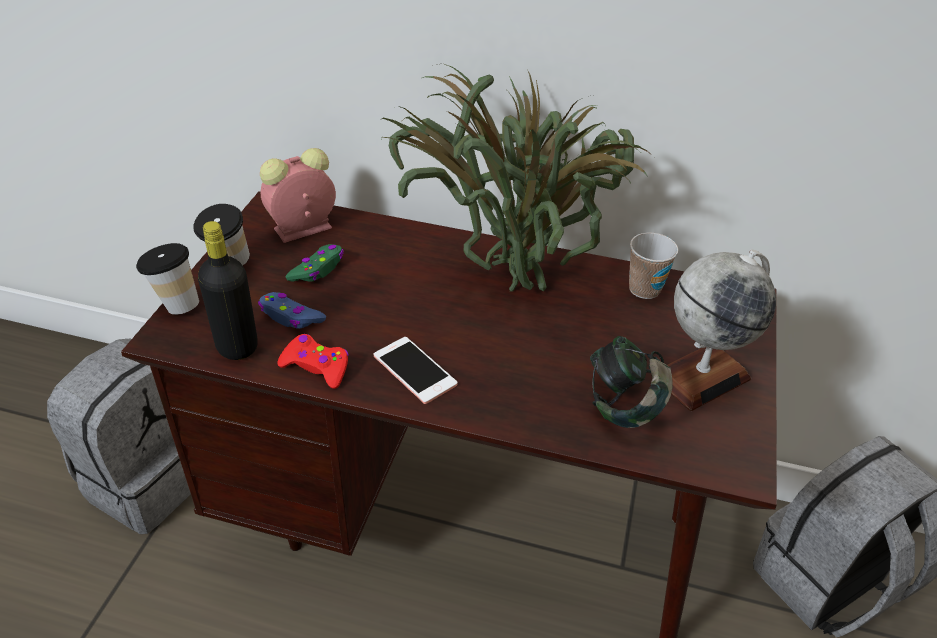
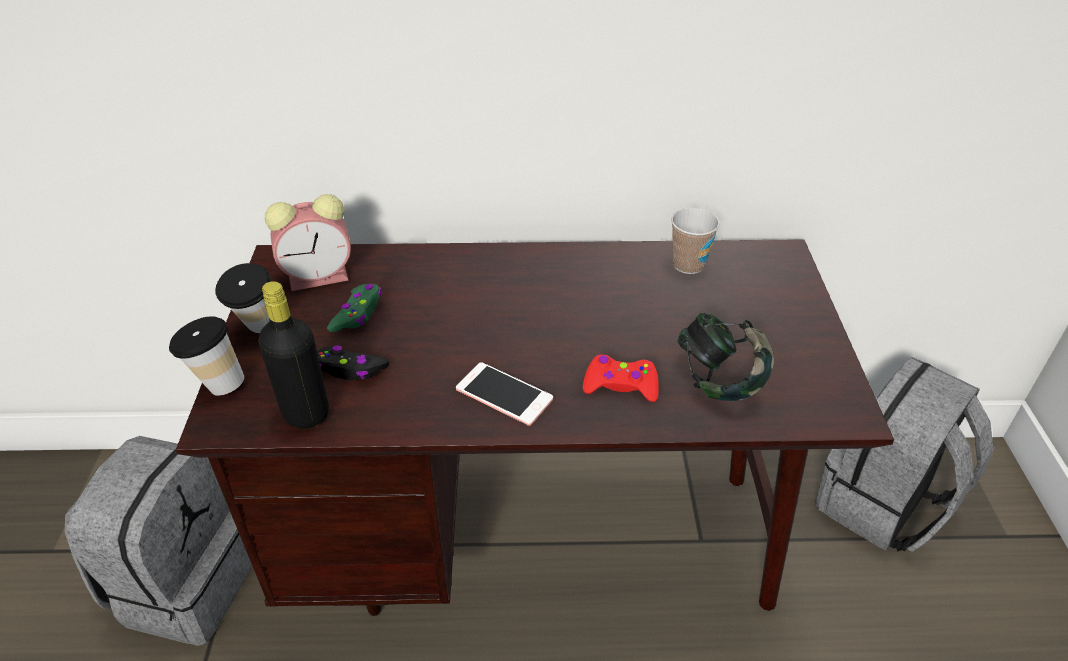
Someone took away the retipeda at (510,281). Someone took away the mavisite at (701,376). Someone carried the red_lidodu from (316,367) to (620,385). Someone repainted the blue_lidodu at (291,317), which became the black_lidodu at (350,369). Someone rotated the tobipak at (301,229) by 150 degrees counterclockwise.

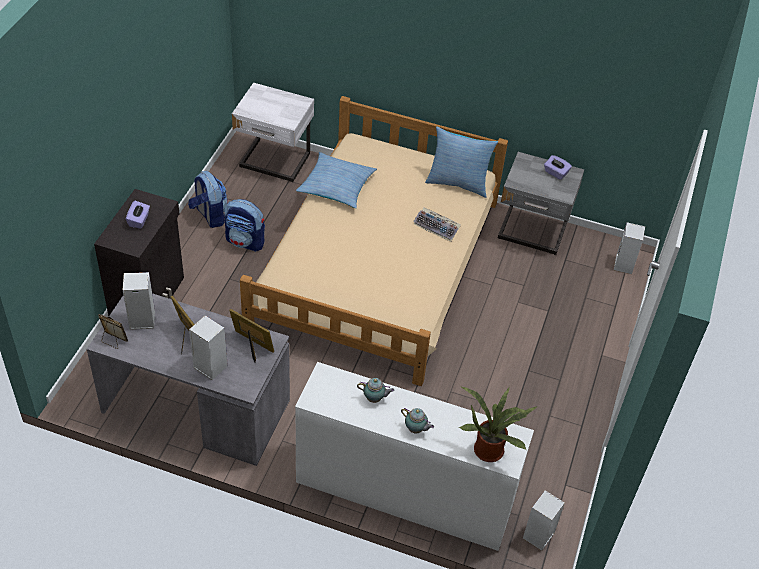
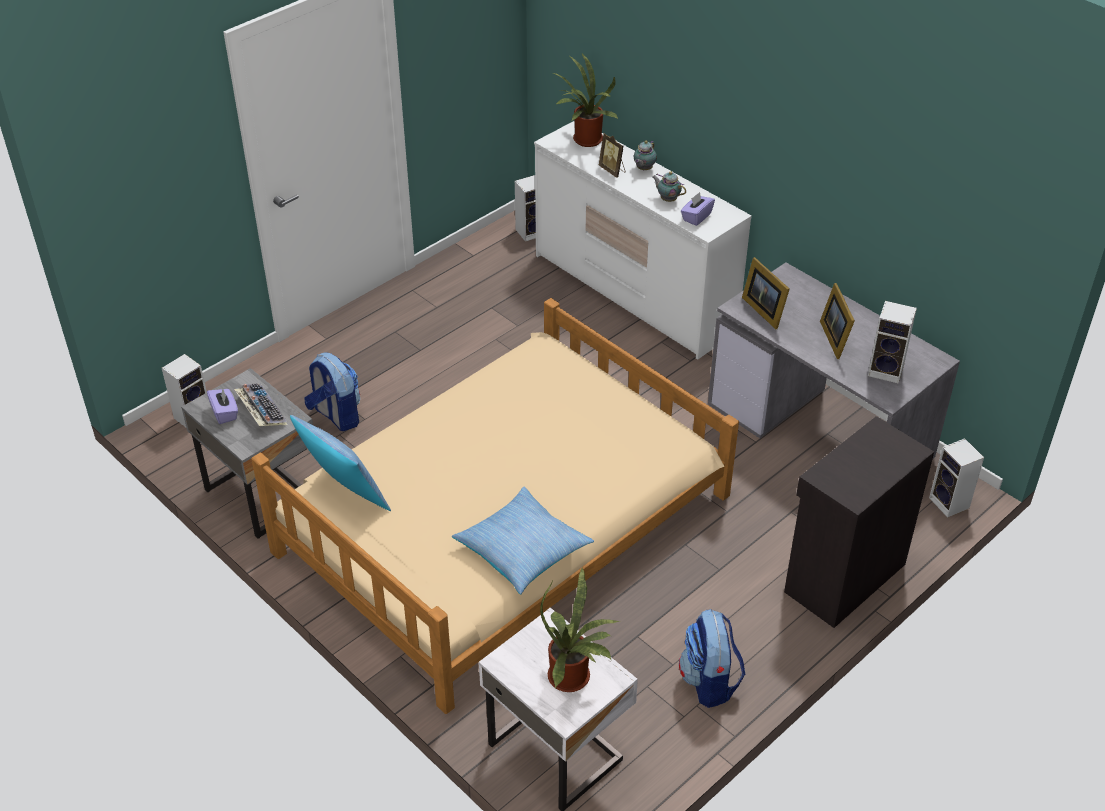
Someone put down the retipeda at (573,678). Someone carried the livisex from (113,341) to (613,170). Someone carried the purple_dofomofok from (139,220) to (696,217). Someone carried the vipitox from (209,366) to (950,504). Someone carried the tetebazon from (246,241) to (336,416). Someone carried the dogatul from (437,227) to (260,410). Someone rotated the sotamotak at (416,429) by 120 degrees counterclockwise.

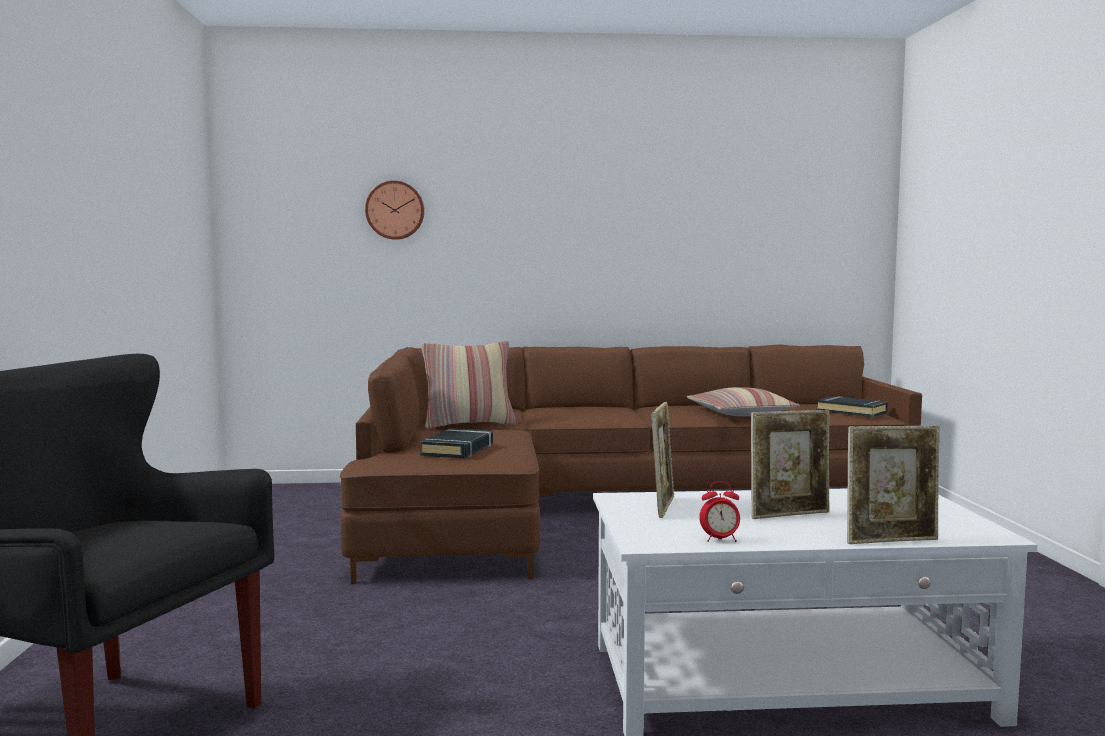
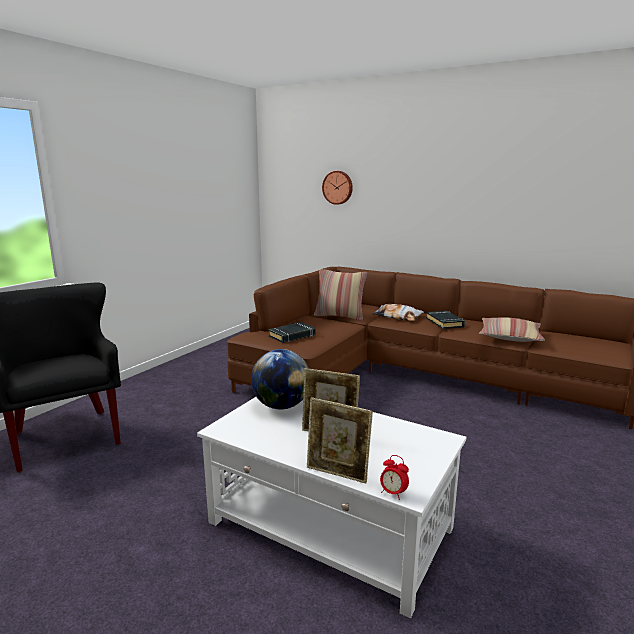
Someone put down the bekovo at (397,316). Someone carried the tobipak from (720,539) to (393,493). Someone carried the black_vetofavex from (852,411) to (445,322). Someone swapped the livisex at (662,507) for the mavisite at (281,406).

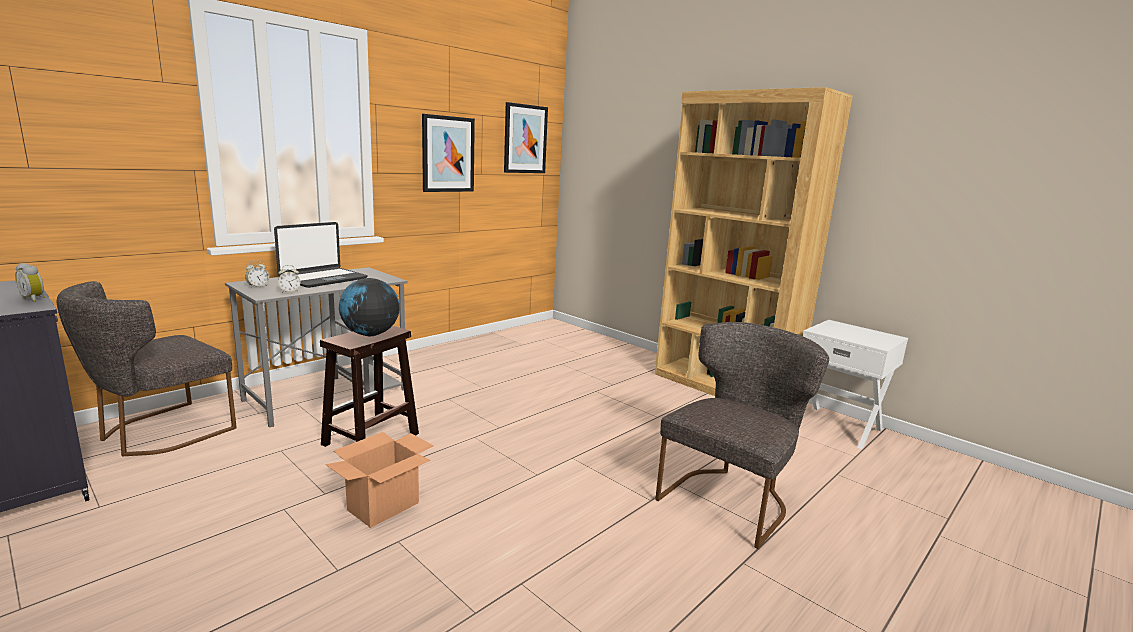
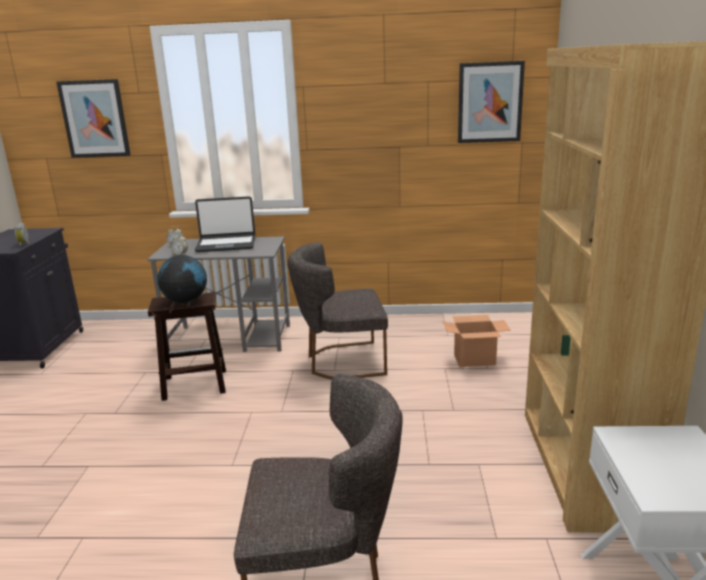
Someone carried the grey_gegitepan from (159,433) to (341,362). Someone carried the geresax from (383,506) to (475,360). Someone carried the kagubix from (448,154) to (95,119).

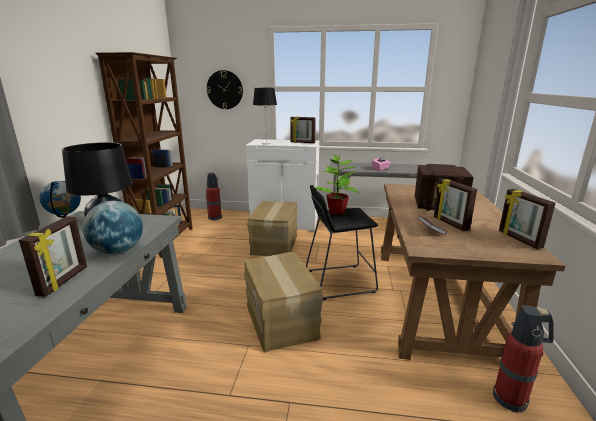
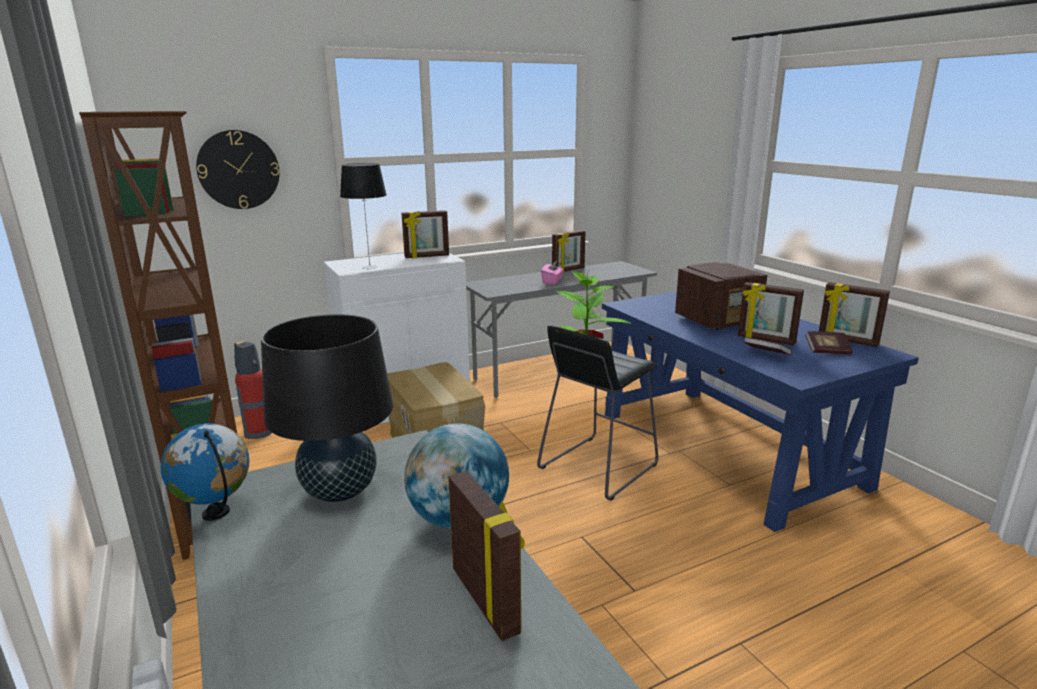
Someone took away the geresax at (282,320). Someone took away the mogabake at (511,399). Someone put down the livisex at (568,270). Someone put down the vetofavex at (827,351). Someone repainted the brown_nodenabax at (436,300), which became the blue_nodenabax at (726,448).

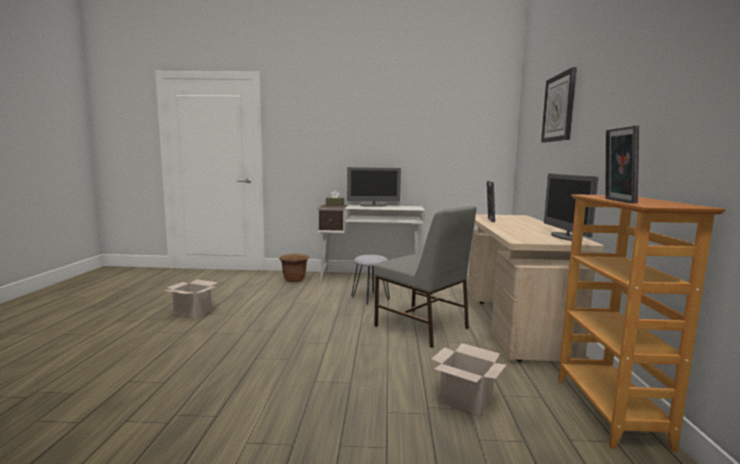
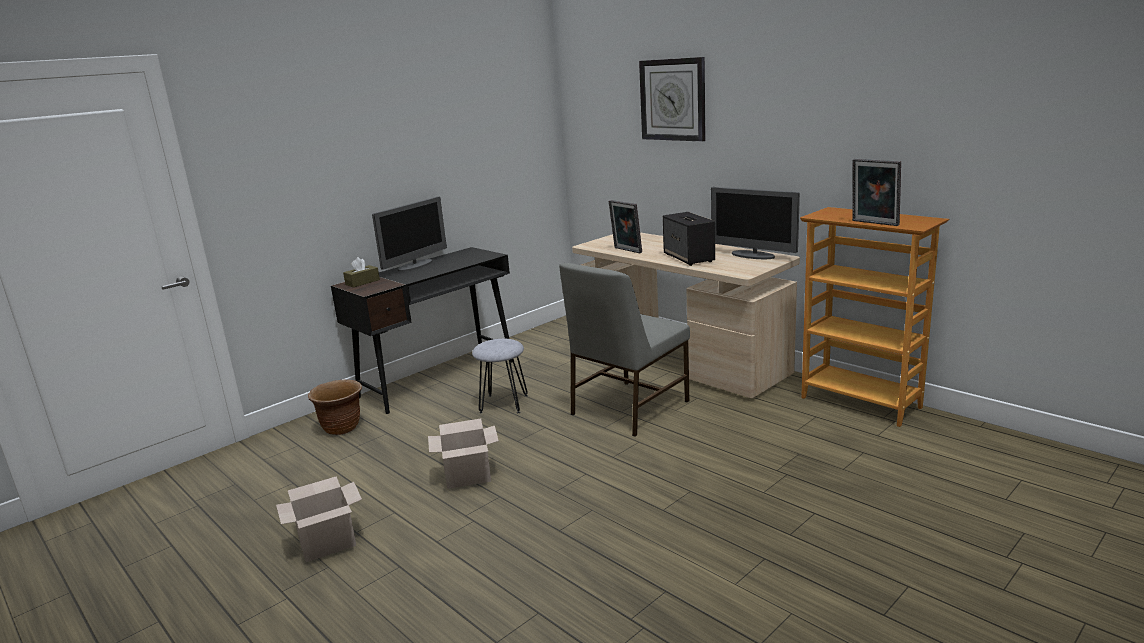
Someone put down the vipitox at (689,258). Someone carried the geresax from (464,400) to (466,476). Someone repainted the white_nodenabax at (370,278), which became the black_nodenabax at (439,378). Someone rotated the grey_gegitepan at (422,328) by 135 degrees clockwise.

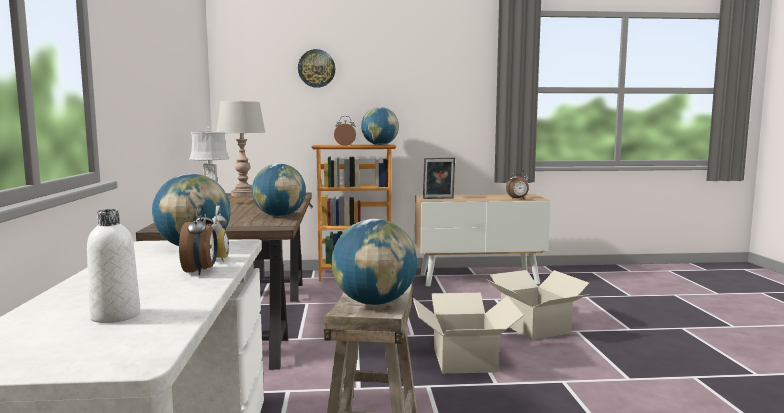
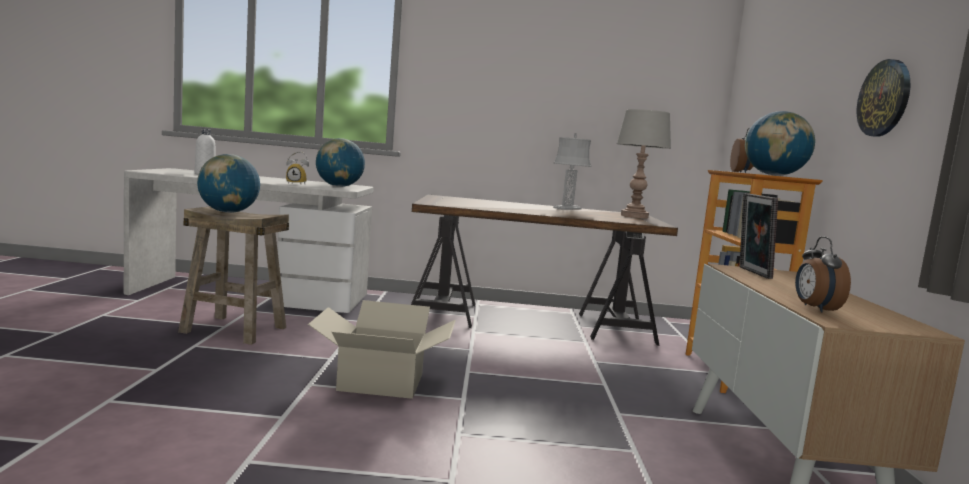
Someone took away the tobipak at (201,271). Someone took away the mavisite at (279,216). Someone took away the geresax at (535,327). Someone carried the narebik from (316,68) to (884,98).

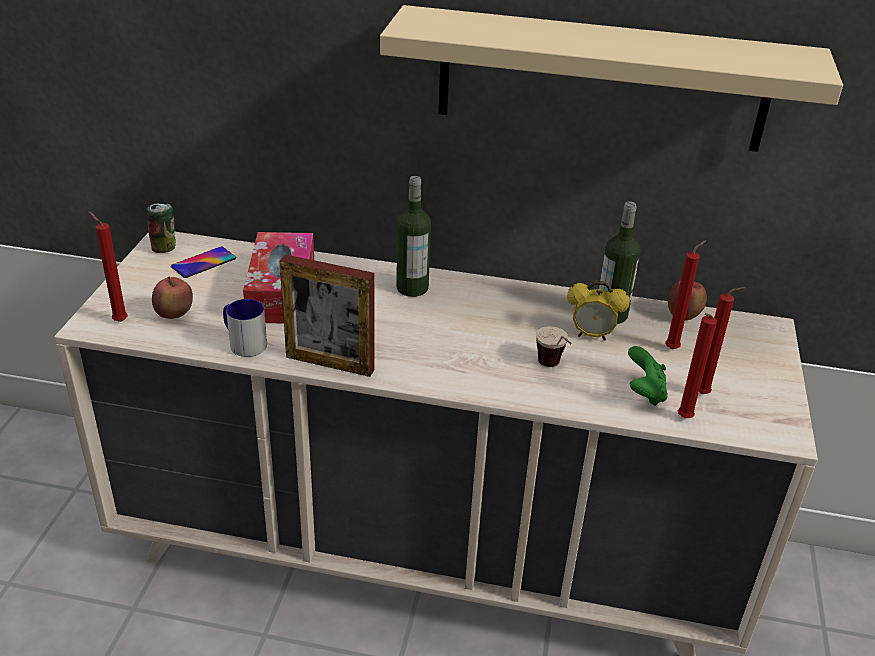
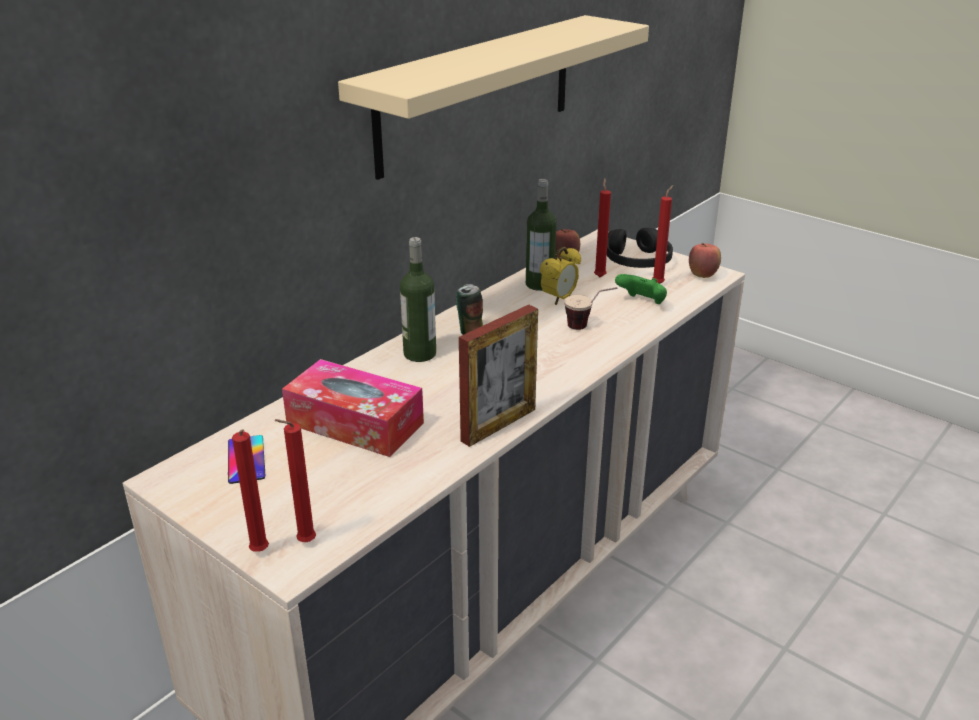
Someone took away the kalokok at (243,342). Someone put down the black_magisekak at (637,261). Someone carried the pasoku from (164,248) to (470,330). Someone carried the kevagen from (174,315) to (702,275). Someone carried the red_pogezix from (683,419) to (260,553).

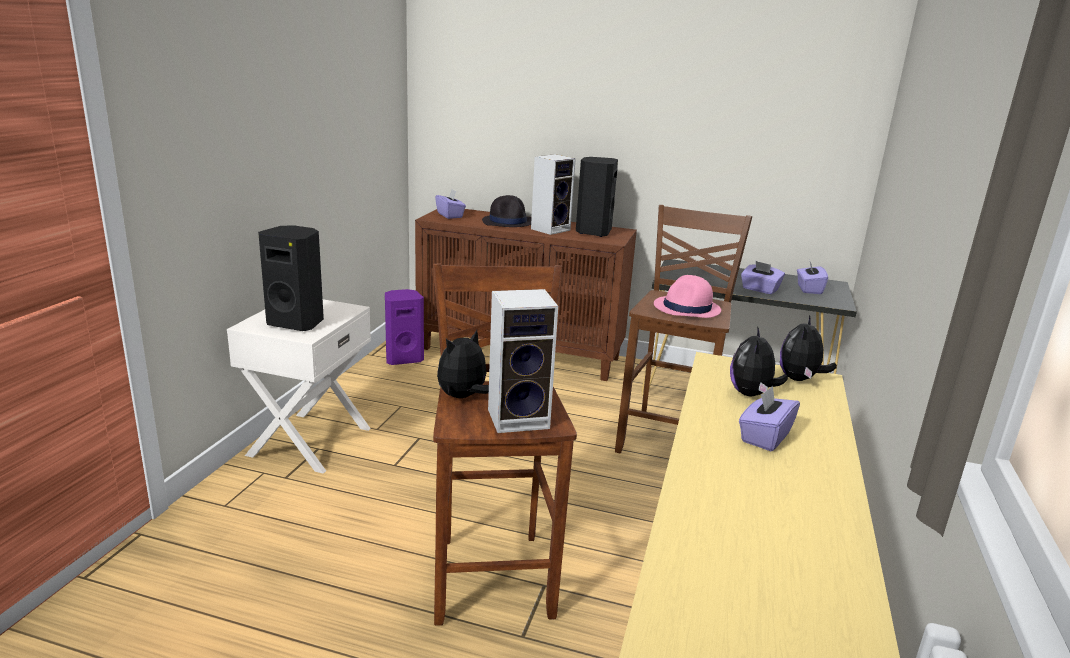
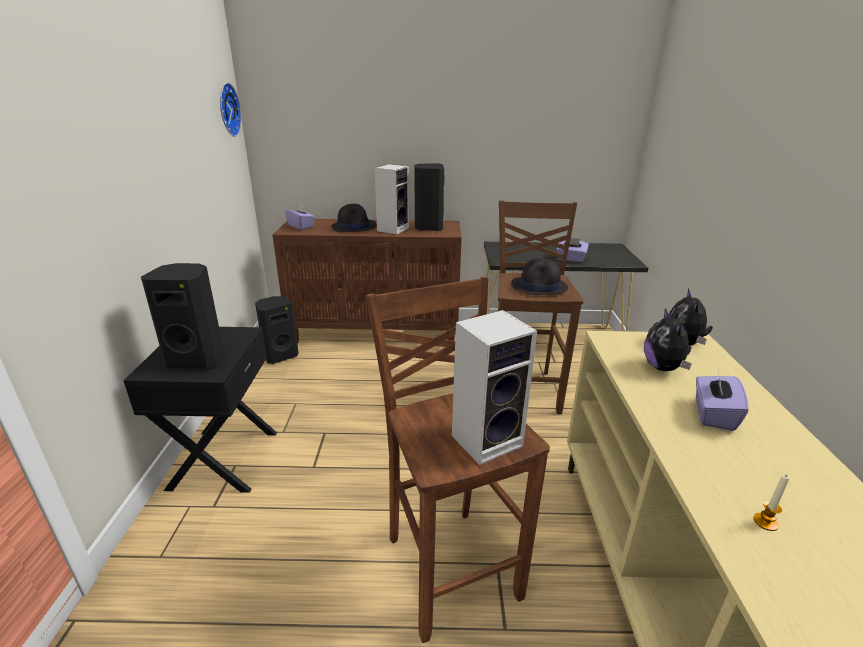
Someone took away the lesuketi at (463,397). Someone took away the purple_dofomofok at (808,289). Someone put up the narebik at (227,110). Someone put down the pogezix at (765,522). Someone repainted the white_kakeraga at (308,441), which became the black_kakeraga at (223,459). Someone repainted the purple_vipitox at (403,358), which became the black_vipitox at (280,355). Someone repainted the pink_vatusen at (687,308), which became the black_vatusen at (539,286).

